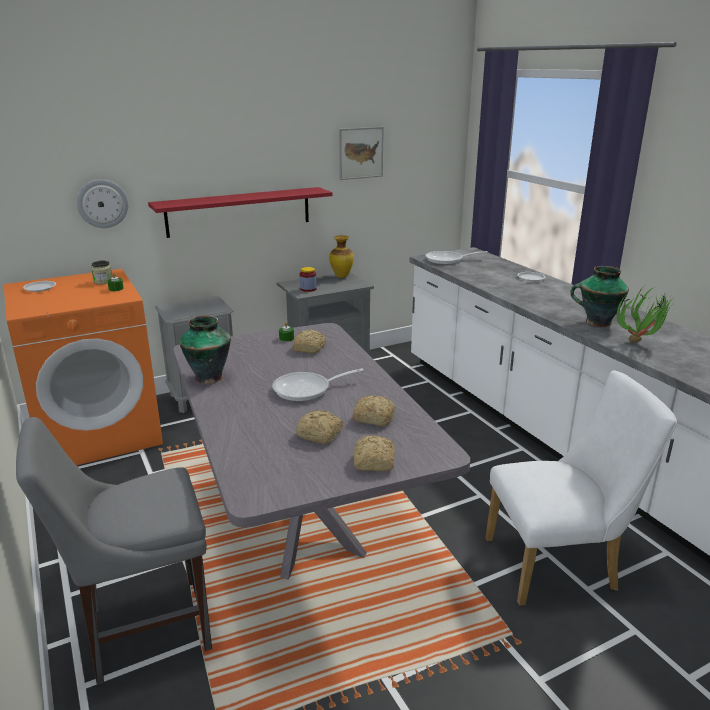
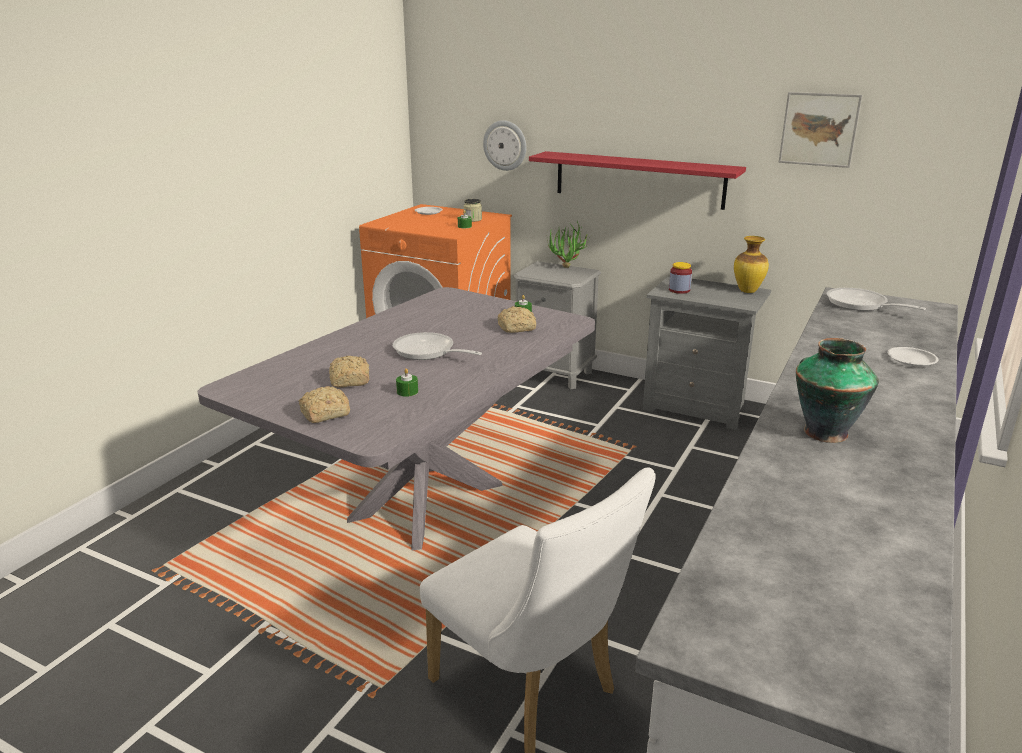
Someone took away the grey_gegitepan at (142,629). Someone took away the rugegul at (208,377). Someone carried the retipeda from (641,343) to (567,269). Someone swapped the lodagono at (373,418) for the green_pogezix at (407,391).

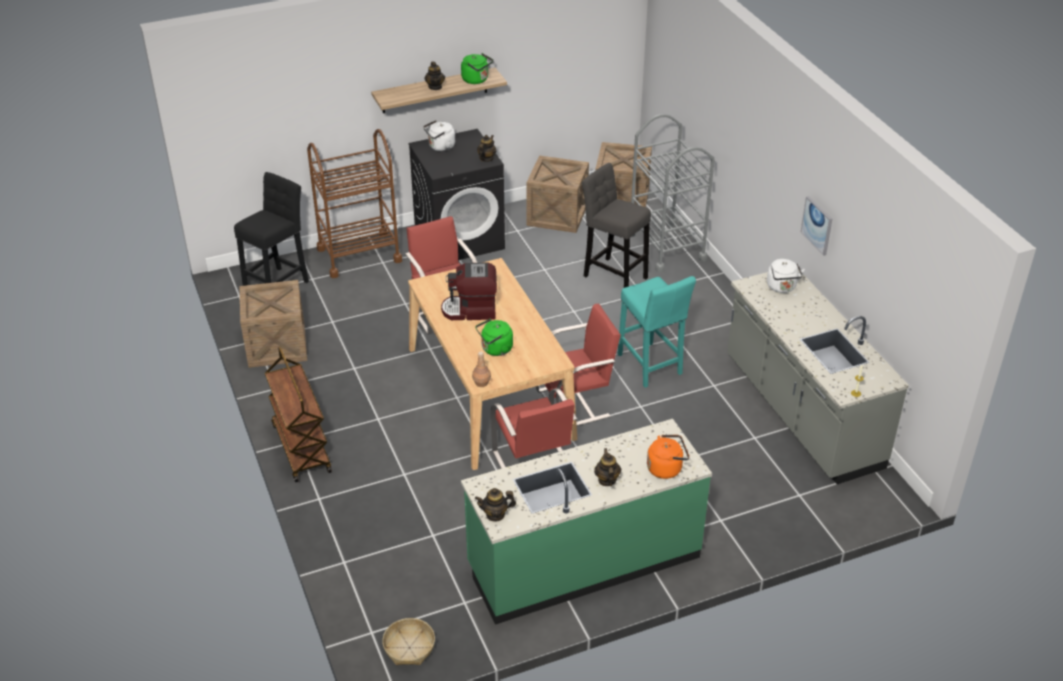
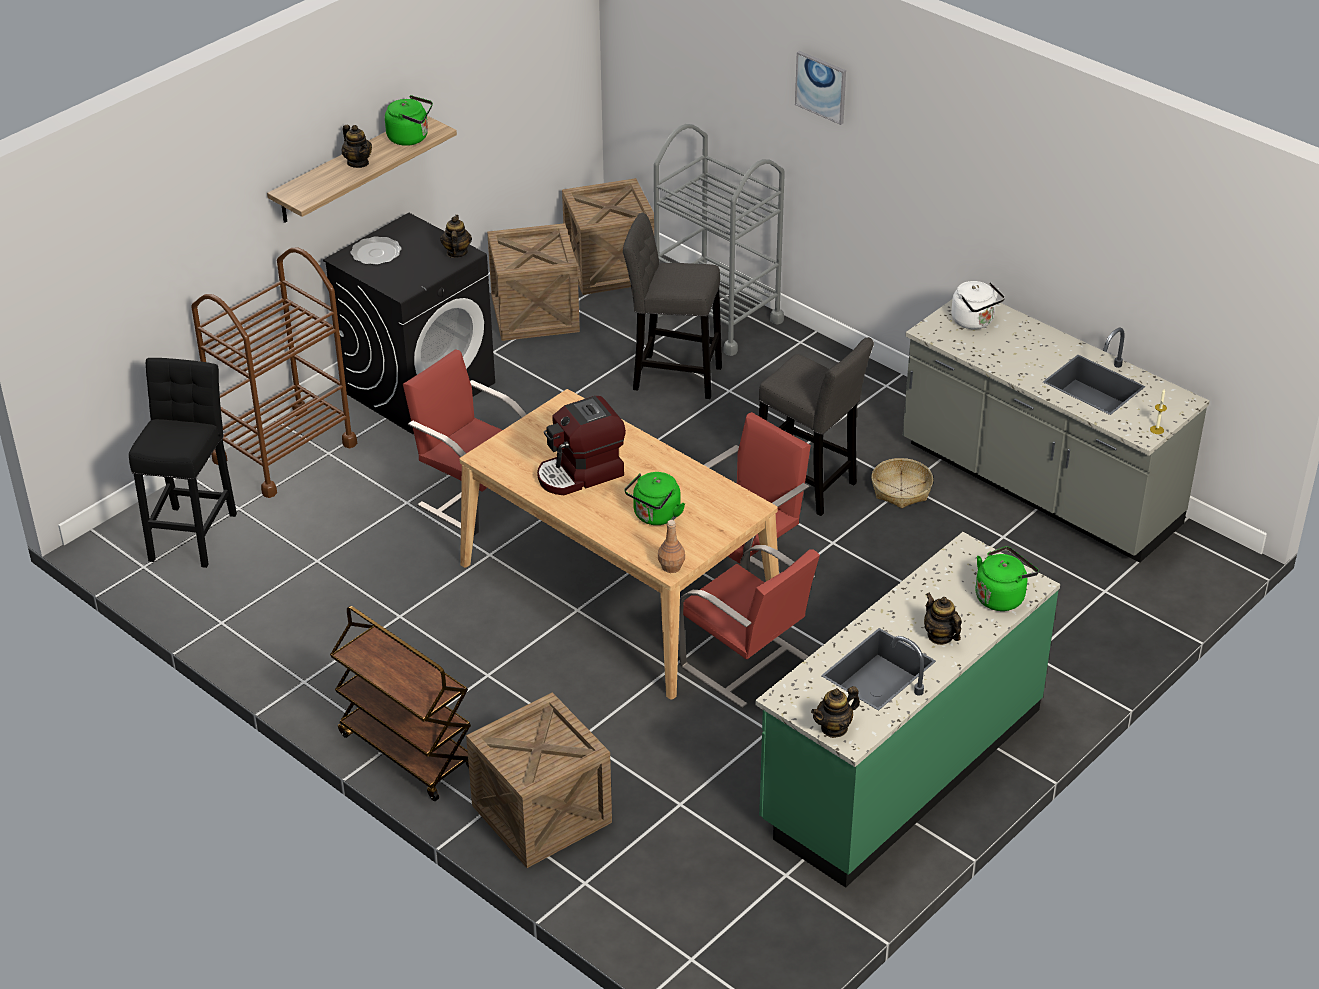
Someone carried the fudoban from (277,345) to (541,814). Someone carried the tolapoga from (409,647) to (901,490). Someone carried the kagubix from (817,225) to (821,87). Someone swapped the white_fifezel at (440,147) for the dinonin at (376,253). Someone repainted the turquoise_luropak at (650,367), which became the grey_luropak at (809,486). Someone repainted the orange_fifezel at (666,468), which became the green_fifezel at (1001,596).

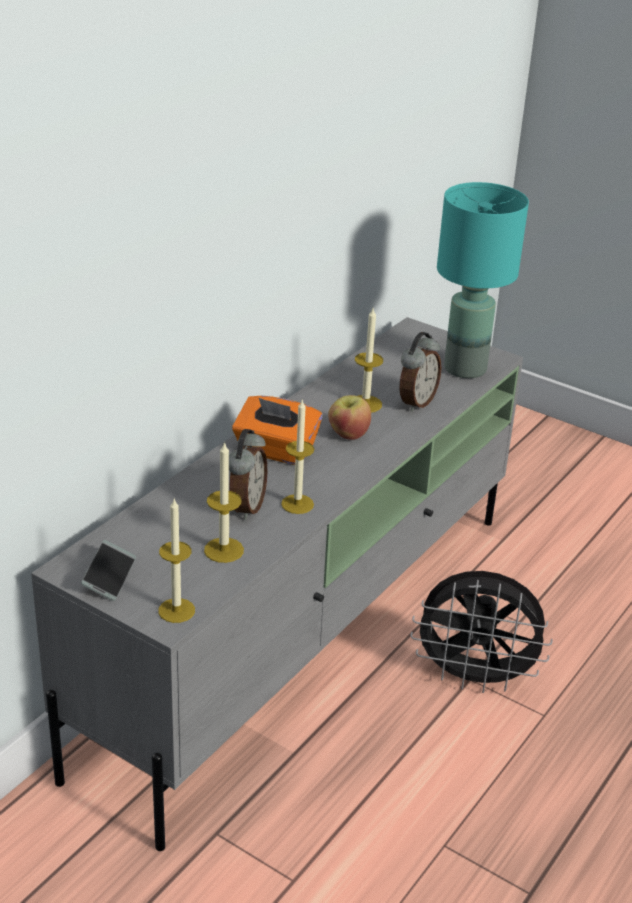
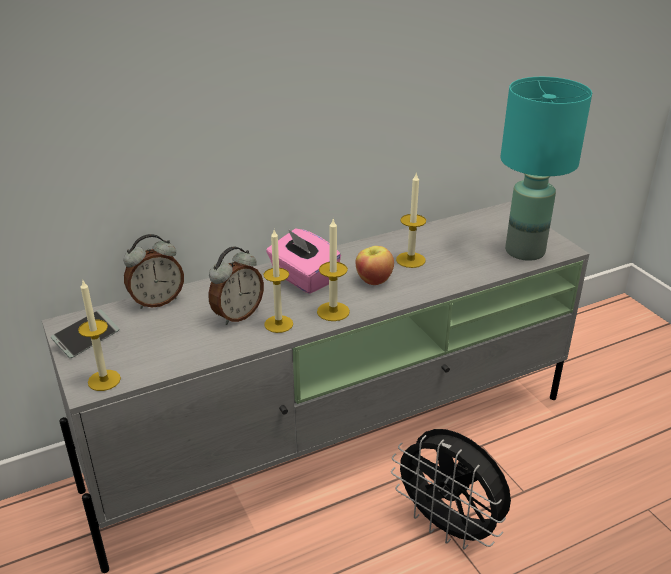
Someone carried the pogezix from (224,550) to (333,311). Someone carried the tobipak from (416,402) to (157,301). Someone repainted the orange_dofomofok at (276,451), which became the pink_dofomofok at (303,278).

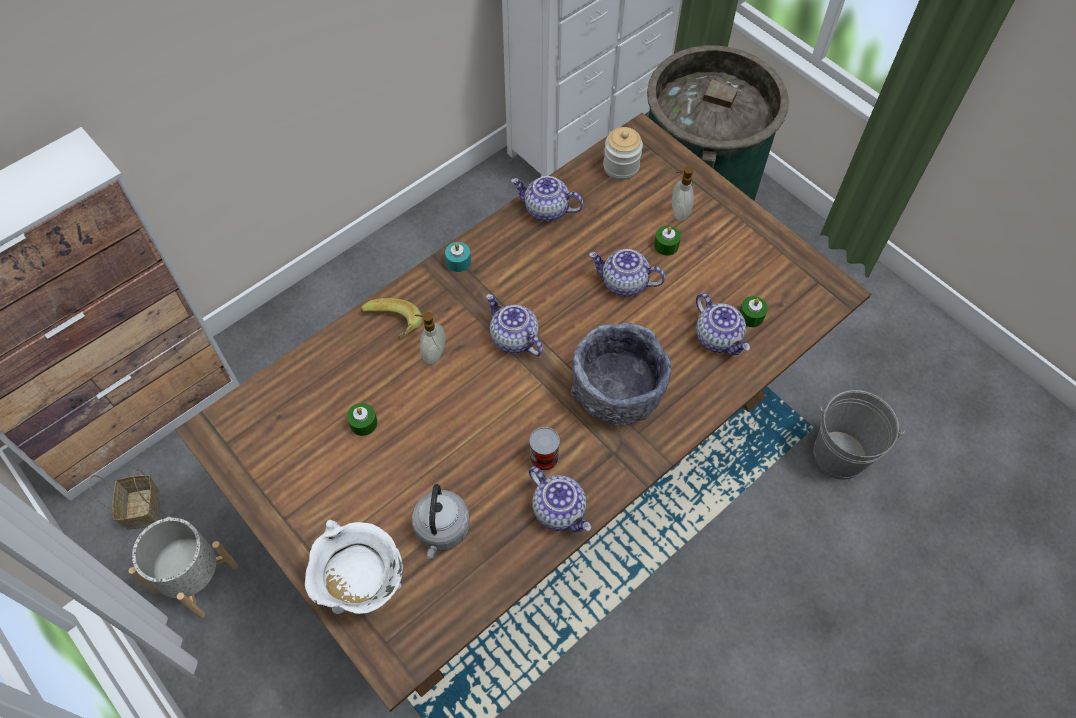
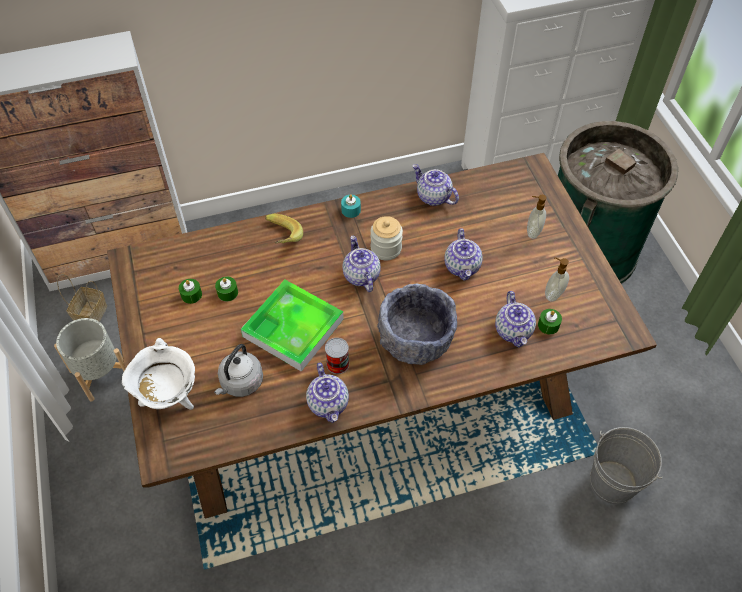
Someone put down the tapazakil at (293,328). Someone carried the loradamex from (433,353) to (553,294). Someone carried the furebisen from (621,167) to (386,249). Someone carried the green_pogezix from (666,245) to (191,295). Someone rotated the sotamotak at (623,283) by 135 degrees counterclockwise.

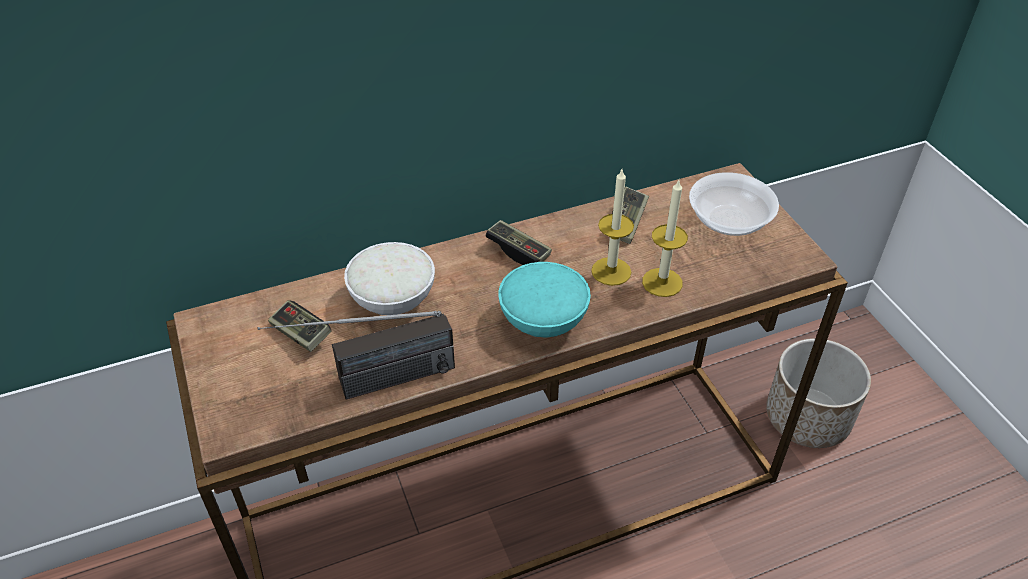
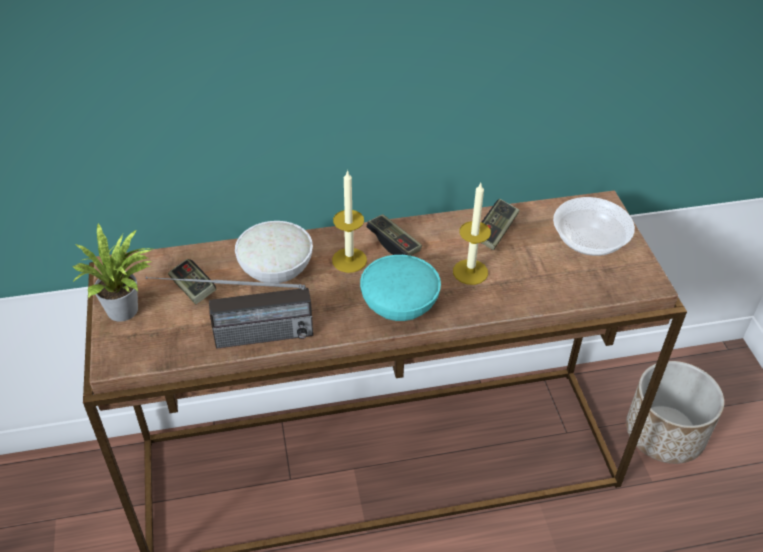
Someone put down the retipeda at (126,311). Someone carried the pogezix from (662,282) to (349,260).

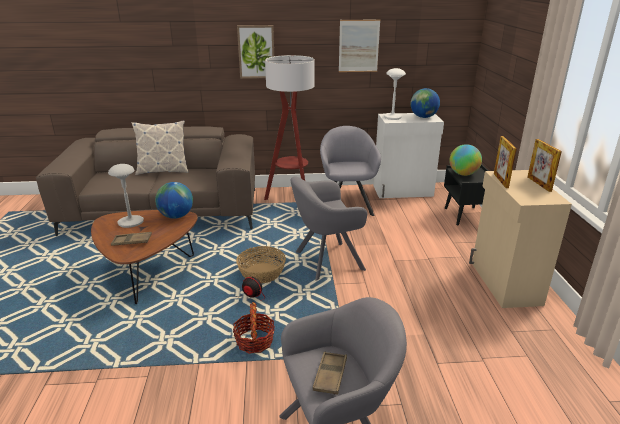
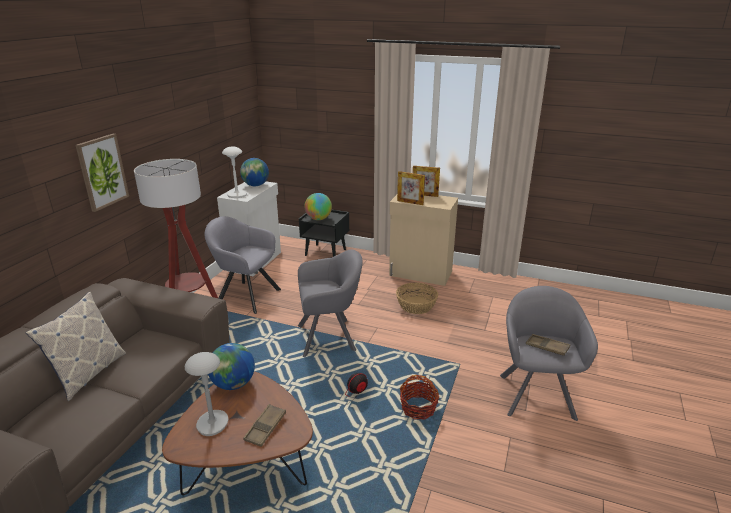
Someone took away the kagubix at (359,46). Someone carried the tolapoga from (261,273) to (416,306). Someone rotated the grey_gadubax at (325,261) by 105 degrees counterclockwise.

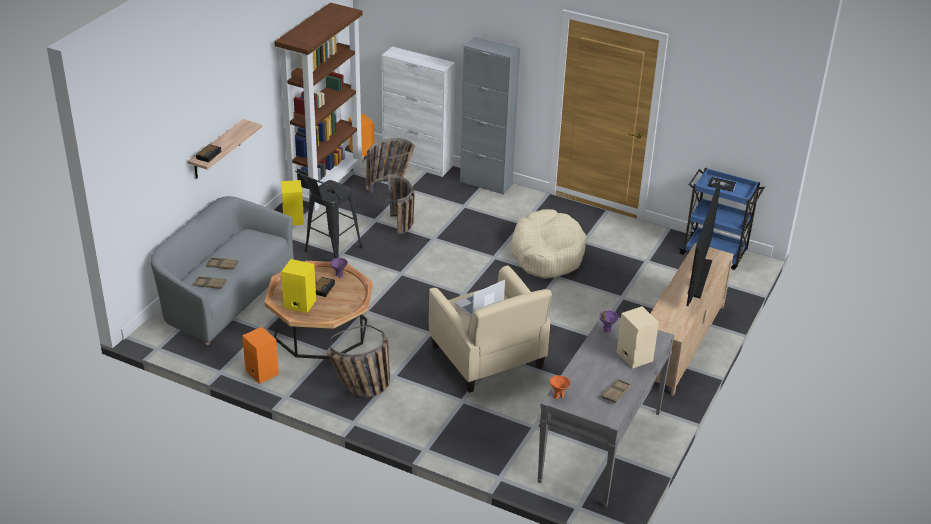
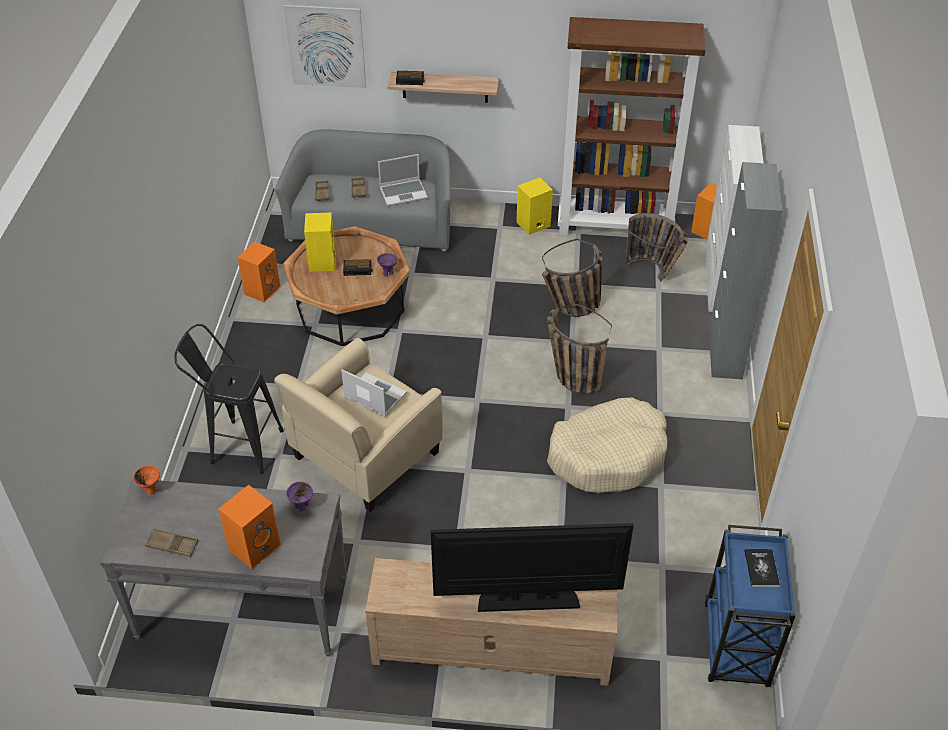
Someone put up the kagubix at (326,46). Someone put down the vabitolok at (403,193). Someone carried the black_luropak from (329,252) to (239,445). Someone carried the tolapoga from (360,390) to (569,376). Someone repainted the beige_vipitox at (633,356), which became the orange_vipitox at (255,546).

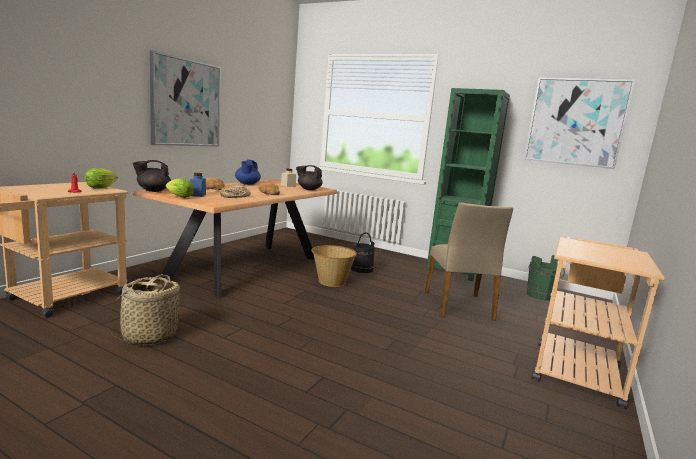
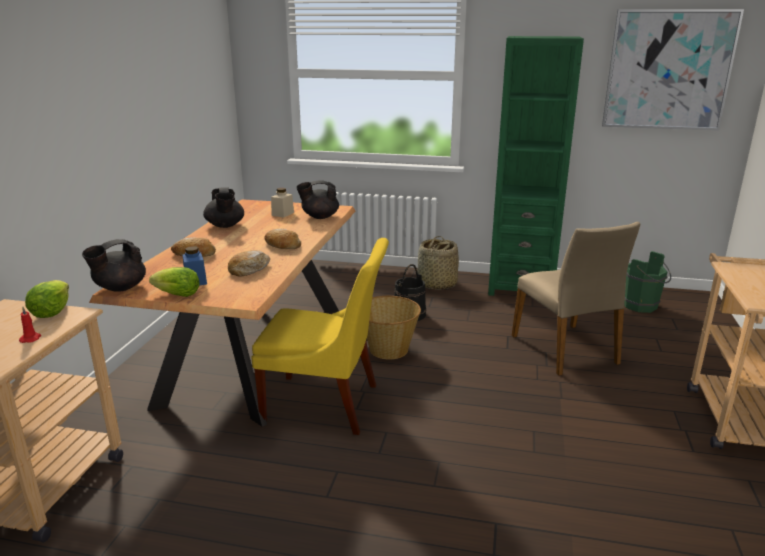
Someone took away the kagubix at (186,103). Someone put down the yellow_gegitepan at (326,404). Someone carried the tolapoga from (149,336) to (436,284). Someone repainted the blue_sotamotak at (247,184), which became the black_sotamotak at (225,226).

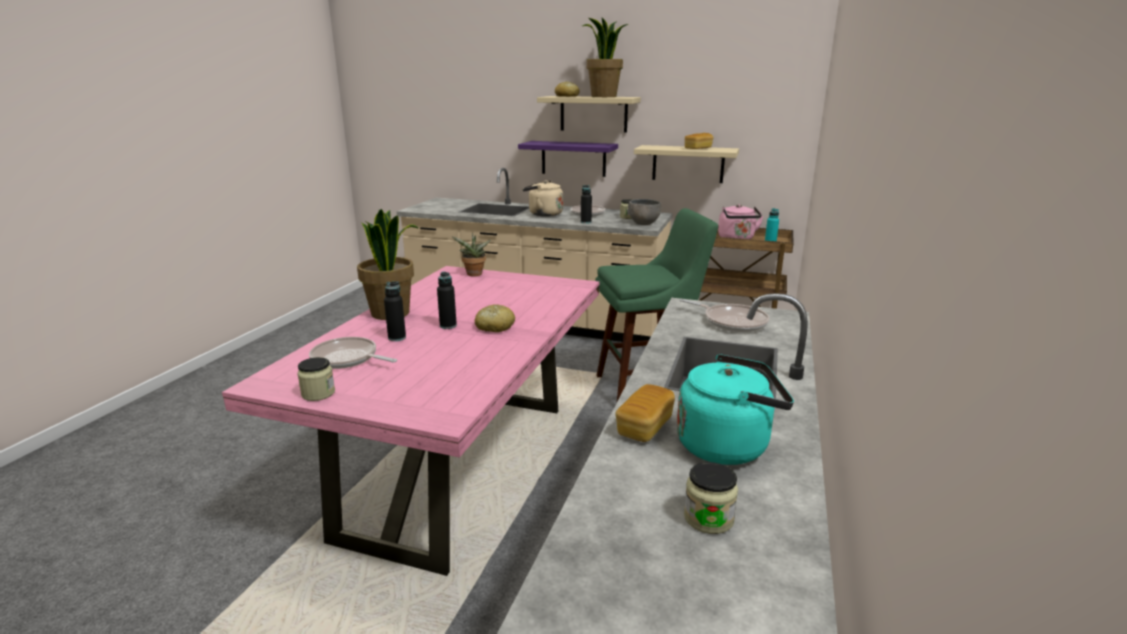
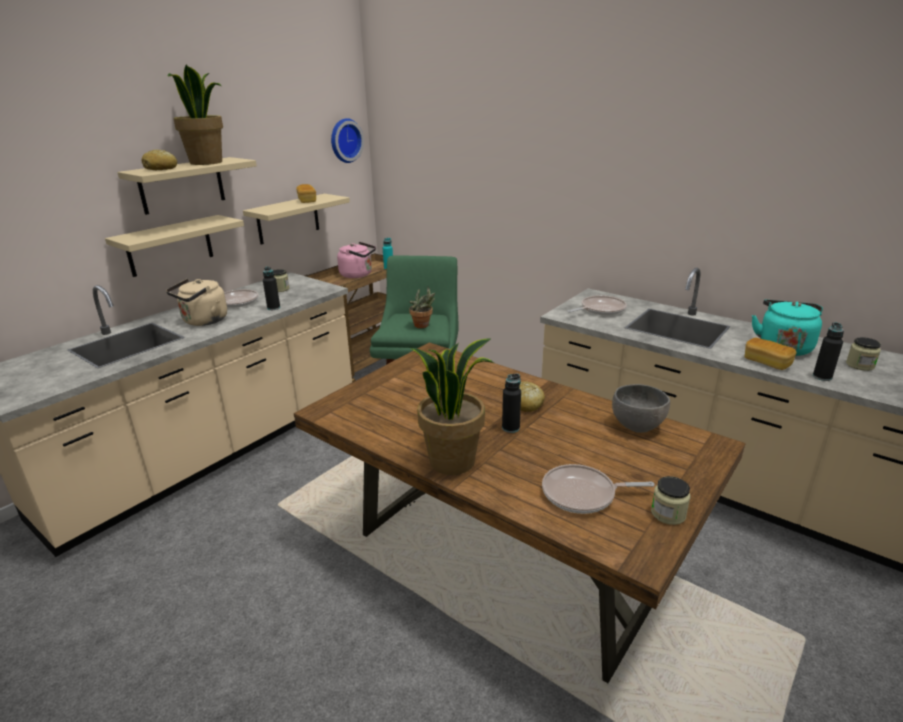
Someone put up the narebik at (344,140). Someone carried the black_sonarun from (397,338) to (822,377). Someone carried the retipeda from (474,275) to (423,326). Someone carried the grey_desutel from (644,223) to (637,426). Someone repainted the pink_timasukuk at (460,469), which became the brown_timasukuk at (505,562). Someone repainted the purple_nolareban at (573,158), which became the beige_nolareban at (170,246). Someone rotated the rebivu at (347,359) by 45 degrees clockwise.

